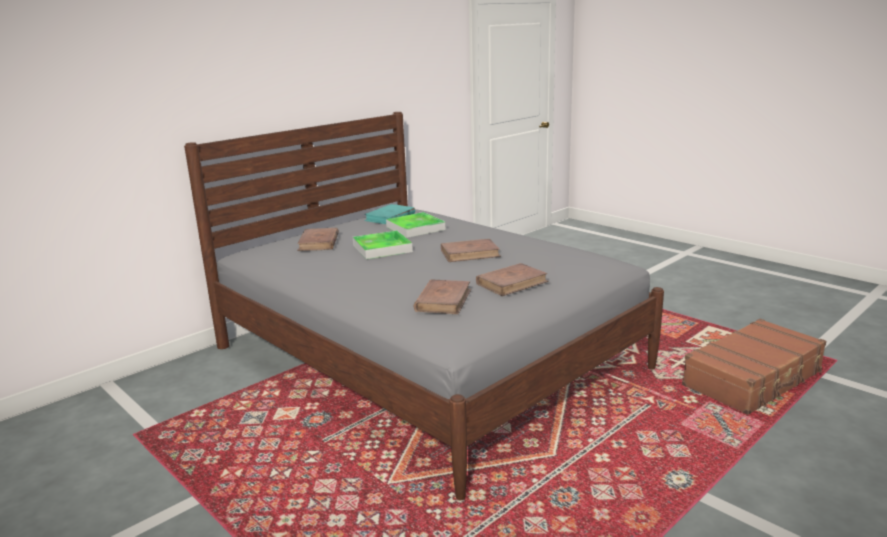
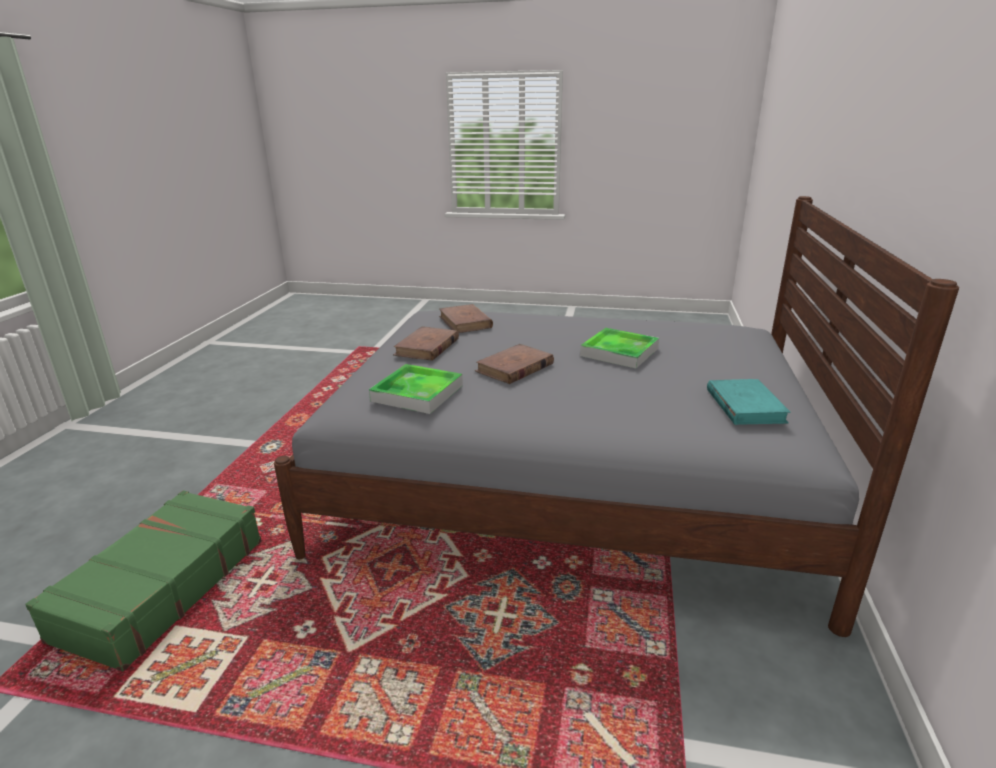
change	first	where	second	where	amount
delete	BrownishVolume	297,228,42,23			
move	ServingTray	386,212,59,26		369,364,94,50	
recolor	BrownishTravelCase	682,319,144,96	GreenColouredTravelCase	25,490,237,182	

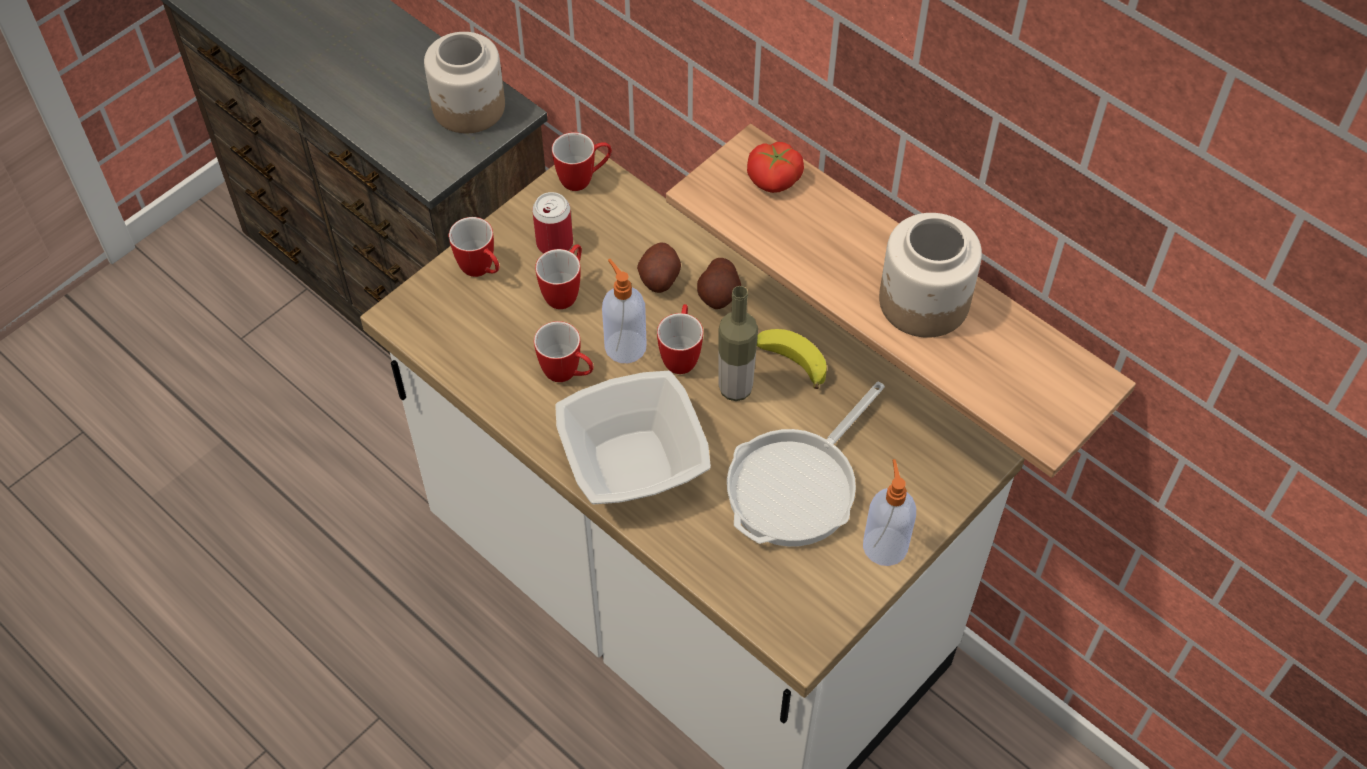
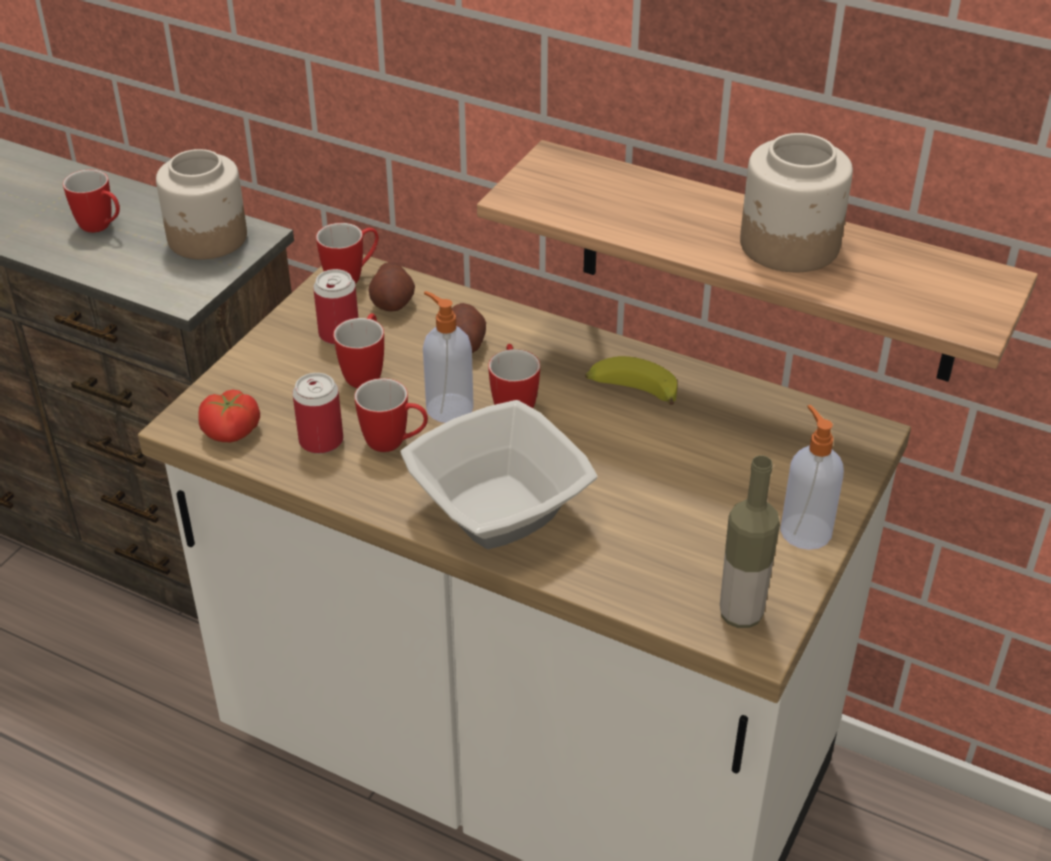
change	first	where	second	where	amount
delete	Pan	727,382,158,165			
insert			MetalCan	292,373,51,81	
move	CoffeeMug	449,217,50,60		63,170,57,63	
move	WholePotato	697,258,44,51		369,262,46,49	
move	BeverageBottle	718,286,40,115		720,456,60,172	
move	Tomato	747,142,57,51		198,389,62,53	

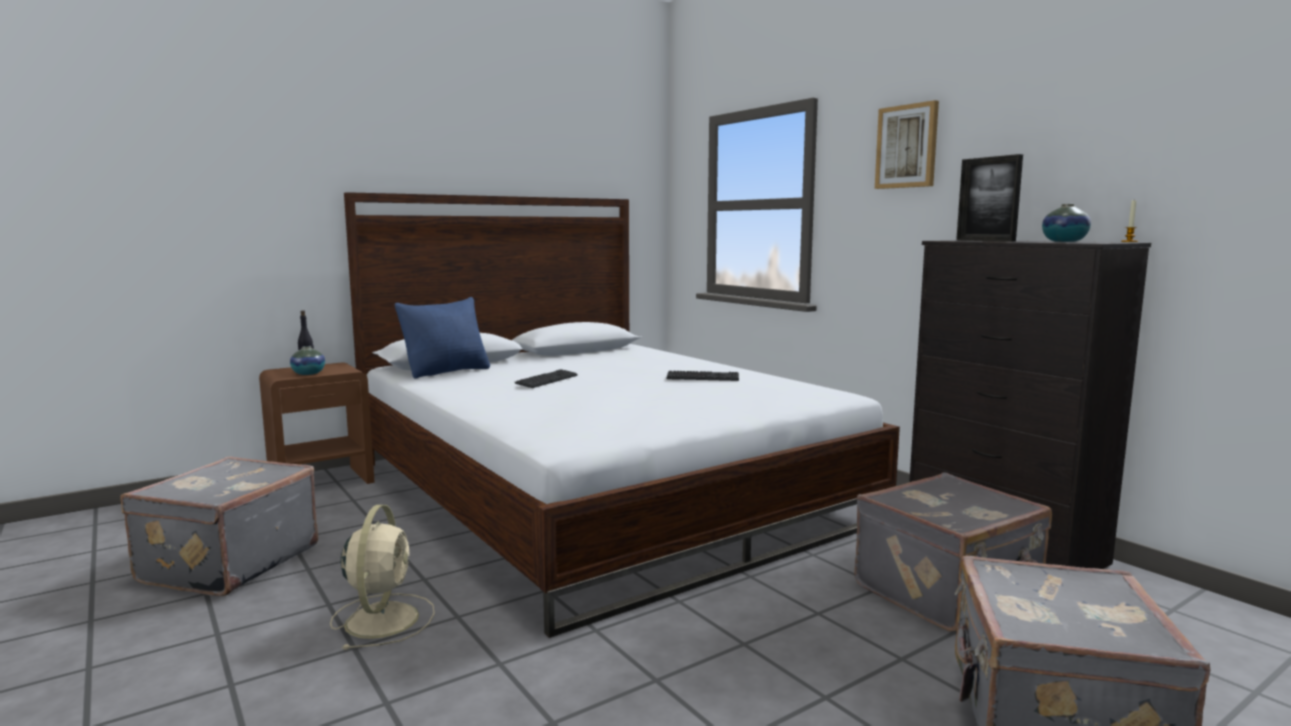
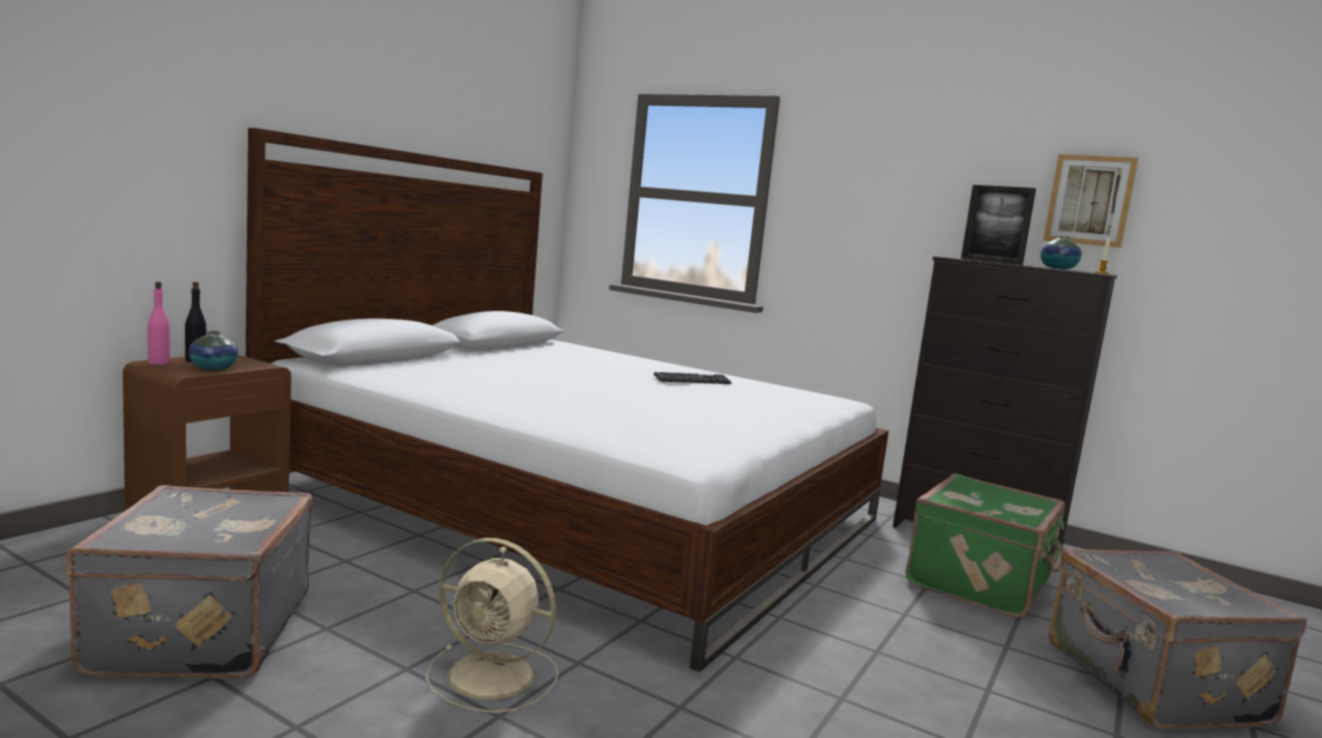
change	first	where	second	where	amount
delete	BlueCushion	394,297,96,82			
delete	ComputerKeyboard	515,369,63,19			
insert			PinkishBeverageBottle	148,282,22,83	
move	Picture	875,100,64,89		1043,154,95,93	
recolor	GreyTravelCase	854,472,198,160	GreenColouredTravelCase	906,473,159,145	
rotate	BeigeCoolingFan	330,505,105,145		426,538,132,175	135 degrees clockwise

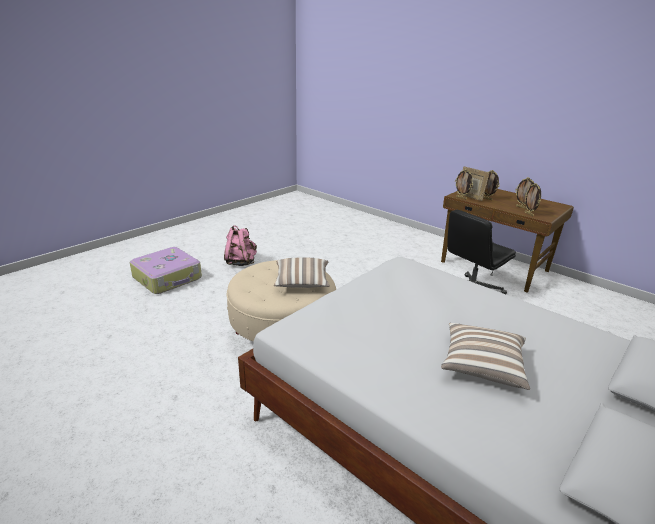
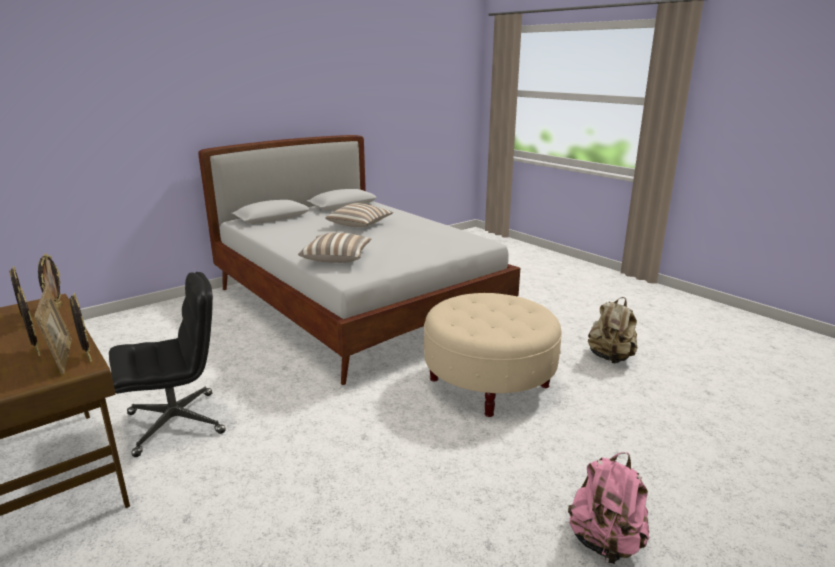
change	first	where	second	where	amount
delete	TravelCase	130,247,72,47			
insert			BeigeRucksack	588,297,50,67	
move	Cushion	274,258,56,30		298,233,73,30	

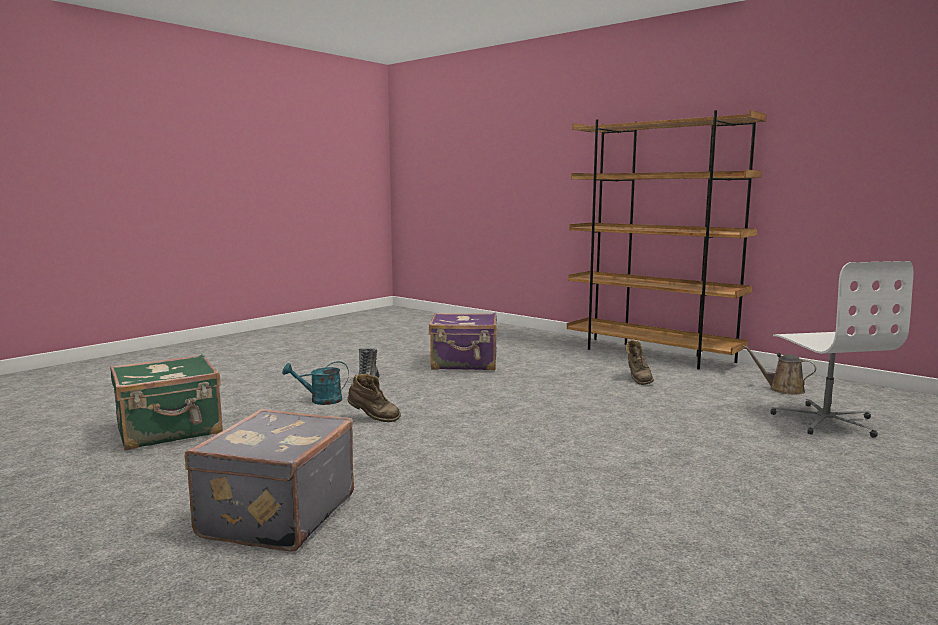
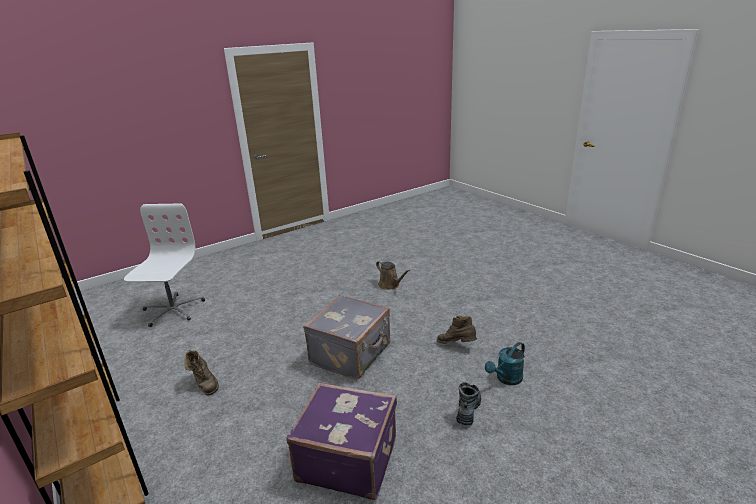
change	first	where	second	where	amount
delete	GreenColouredTravelCase	110,354,113,96			
move	GreyTravelCase	185,409,169,143		303,295,87,85	
move	BrownishSprinklingCan	743,345,74,50		376,260,34,30	
rotate	BlueGreenSprinklingCan	282,361,67,44		485,342,40,43	135 degrees clockwise
rotate	BrownishTallBoot	625,340,29,45		184,350,35,46	135 degrees clockwise

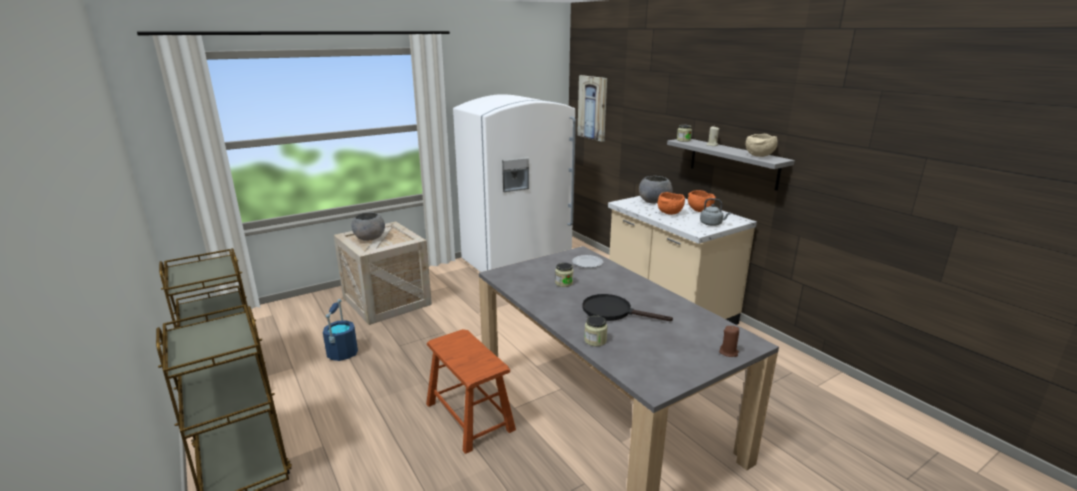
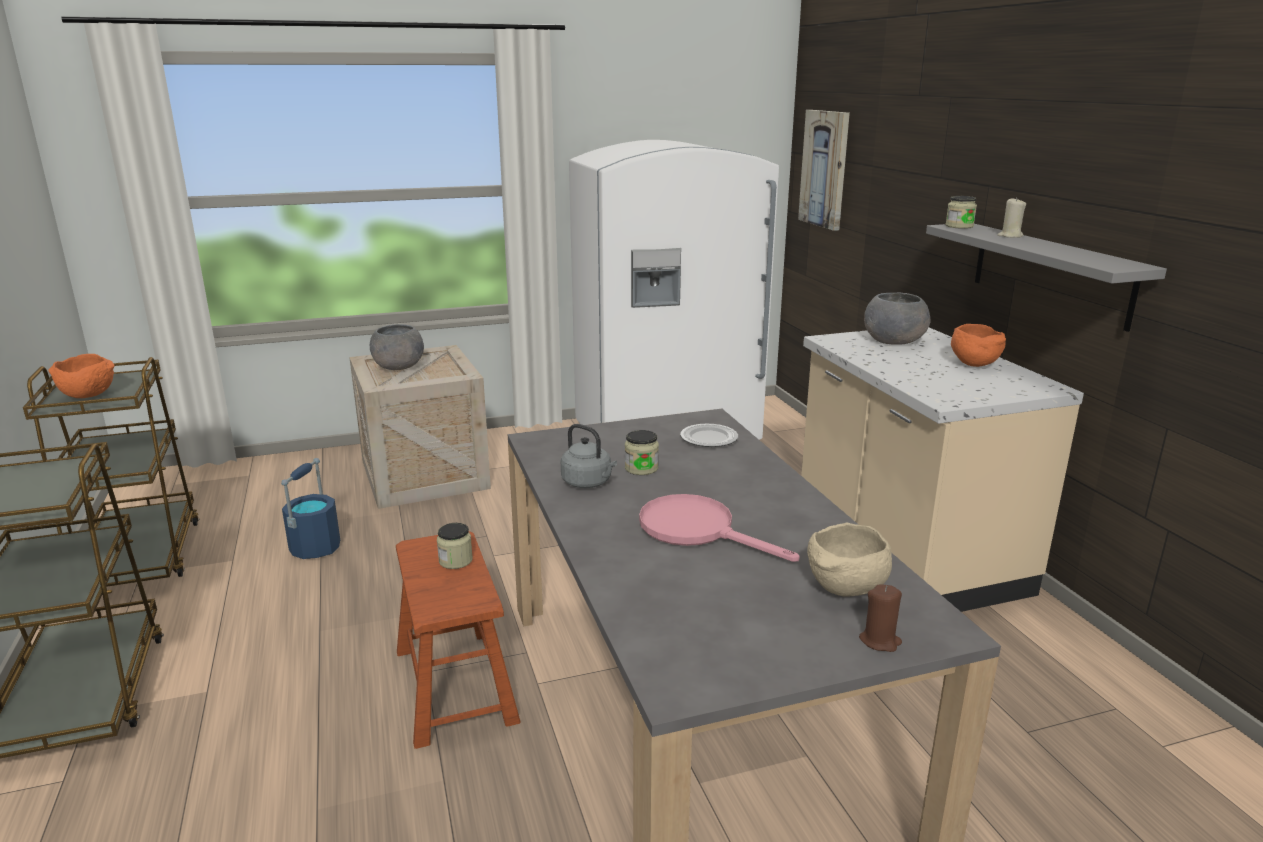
change	first	where	second	where	amount
move	Jar	584,315,24,31		437,523,36,46	
move	OrangeyBowl	657,192,28,23		48,354,67,44	
move	GreyTeaKettle	700,198,31,28		561,424,56,64	
move	BeigeBowl	746,134,32,23		807,522,85,75	
recolor	BlackishPan	582,294,91,27	PinkishPan	639,494,161,68	

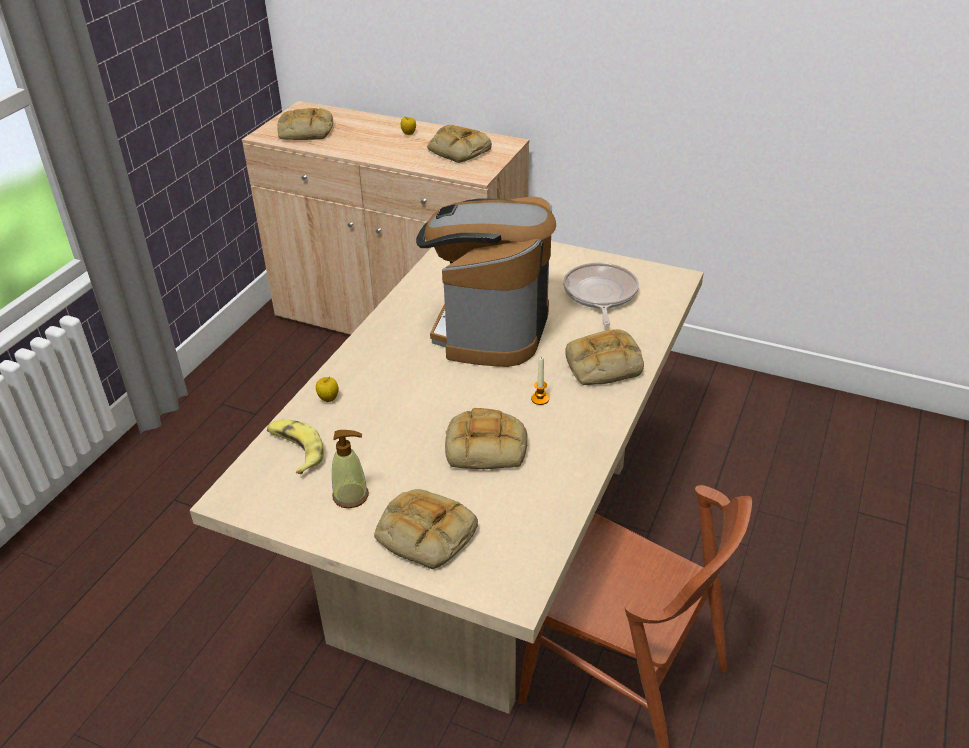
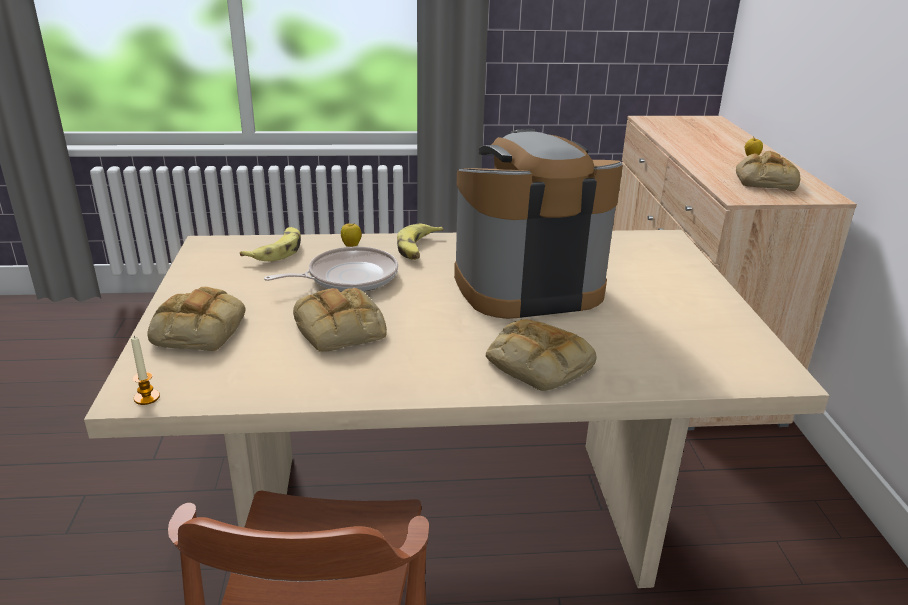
change	first	where	second	where	amount
delete	BakeryBread	277,108,56,32			
delete	LiquidSoapBottle	332,430,37,78			
insert			WholeBanana	397,224,47,36	
move	Candle	531,357,18,48		131,336,29,69	
move	Pan	563,263,76,62		264,247,134,45	

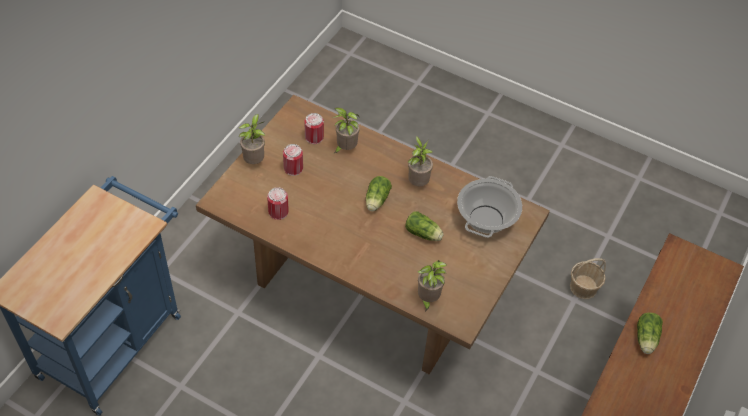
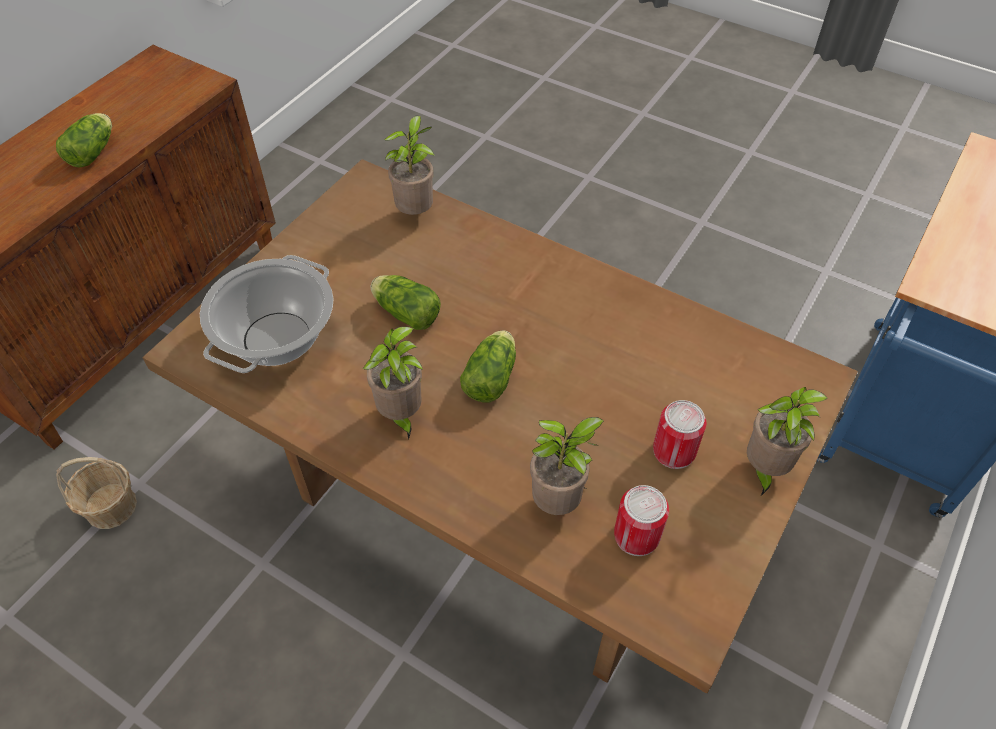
change	first	where	second	where	amount
delete	MetalCan	267,187,22,33			

